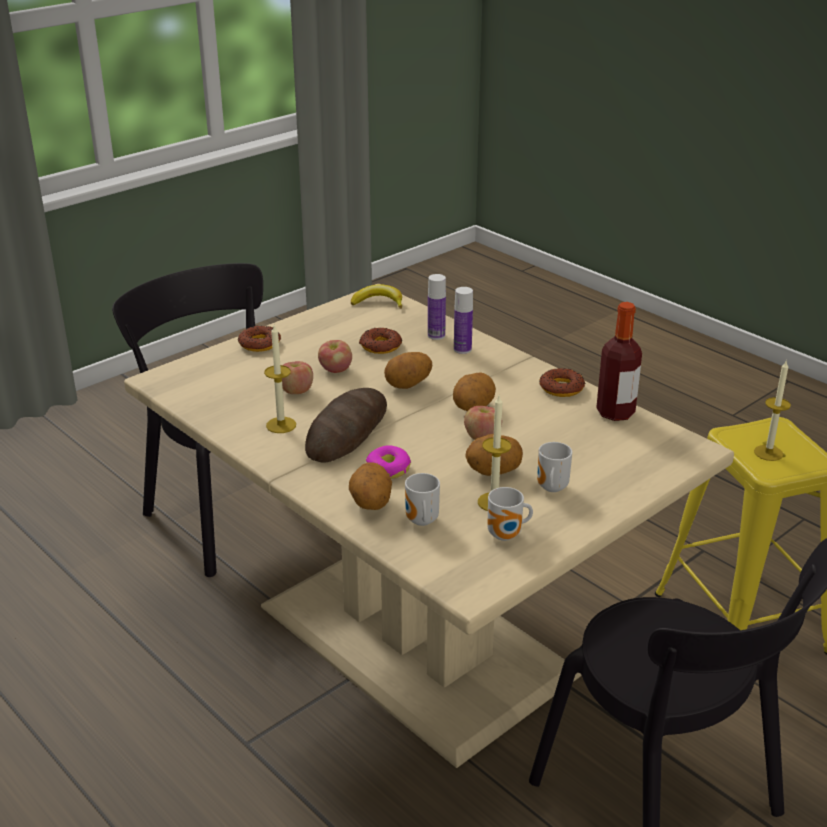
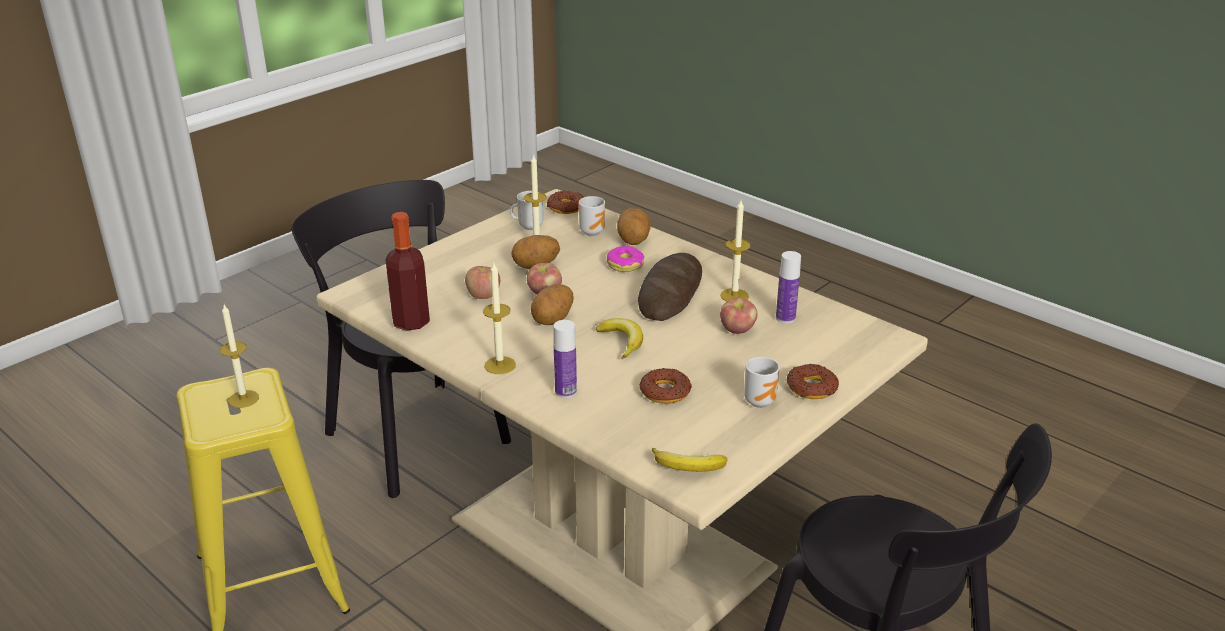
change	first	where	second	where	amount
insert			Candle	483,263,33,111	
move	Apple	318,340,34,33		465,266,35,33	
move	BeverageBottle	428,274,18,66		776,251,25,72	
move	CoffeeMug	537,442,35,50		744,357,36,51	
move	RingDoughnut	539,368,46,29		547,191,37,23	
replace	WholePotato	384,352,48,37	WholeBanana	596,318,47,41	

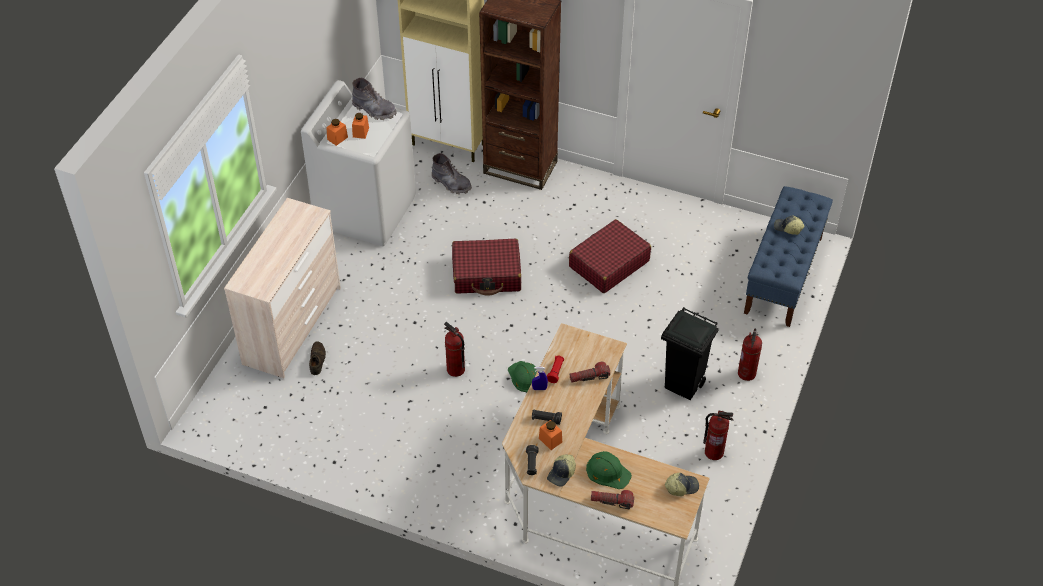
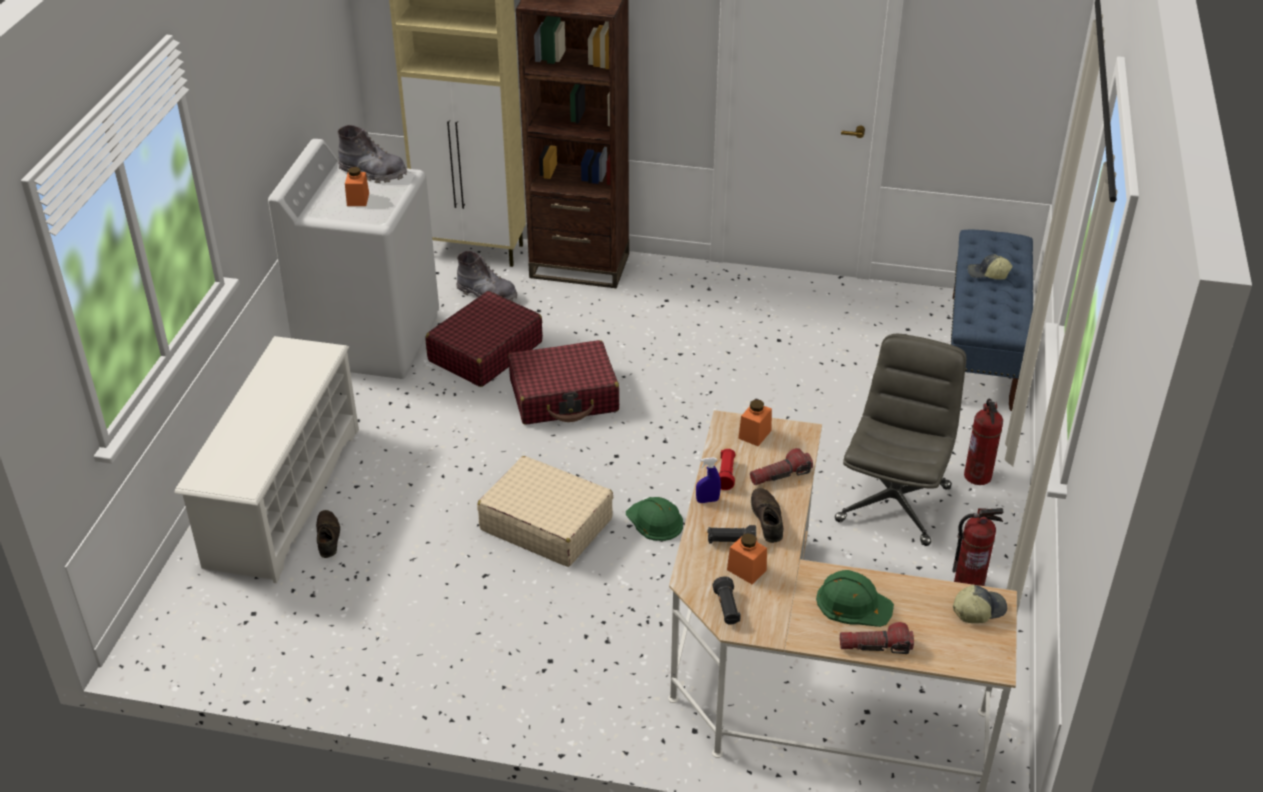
change	first	where	second	where	amount
delete	PeakedCap	547,454,29,33			
insert			BrownishItemOfFootwear	751,488,32,55	
move	OrangeyJar	326,119,22,27		738,400,34,46	
move	RedColouredTravelCase	569,219,82,74		426,291,117,96	
replace	BeigeDrawerChest	224,198,117,180	WhiteShoeShelf	174,336,185,247	
replace	Extinguisher	444,322,21,55	BeigeTravelCase	477,456,136,111	
replace	BlackishRubbishBin	661,307,58,93	GreyDeskChair	835,334,131,212	

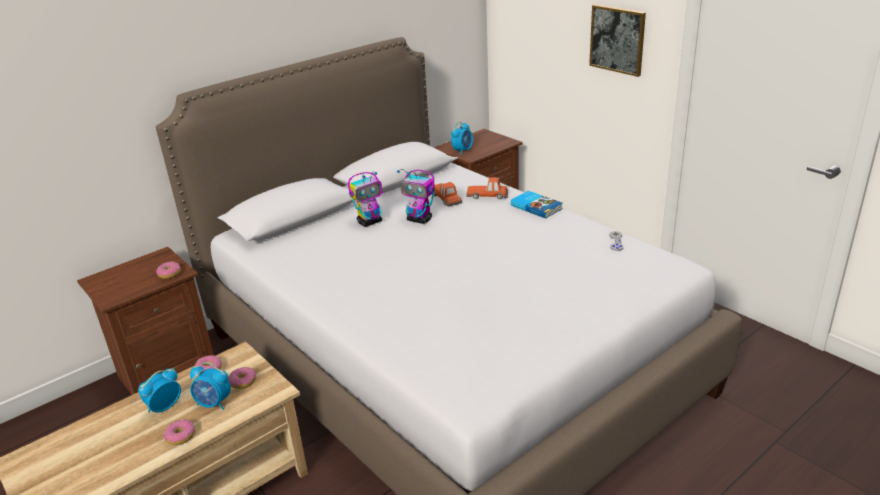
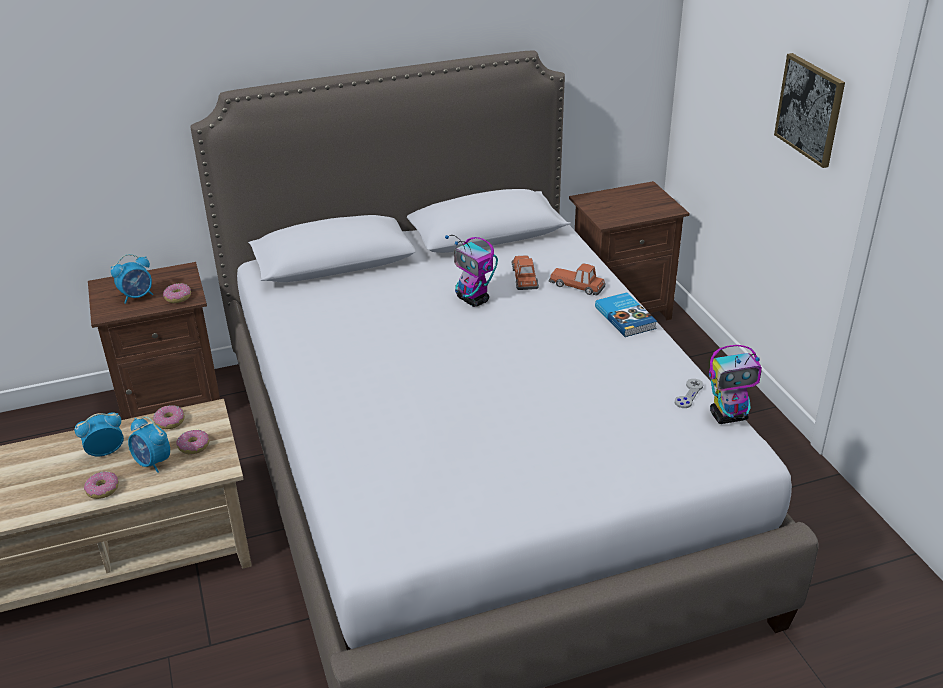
change	first	where	second	where	amount
move	ModelRobot	348,171,35,56		709,345,53,79	
move	AlarmClock	451,122,22,33		111,254,42,50	

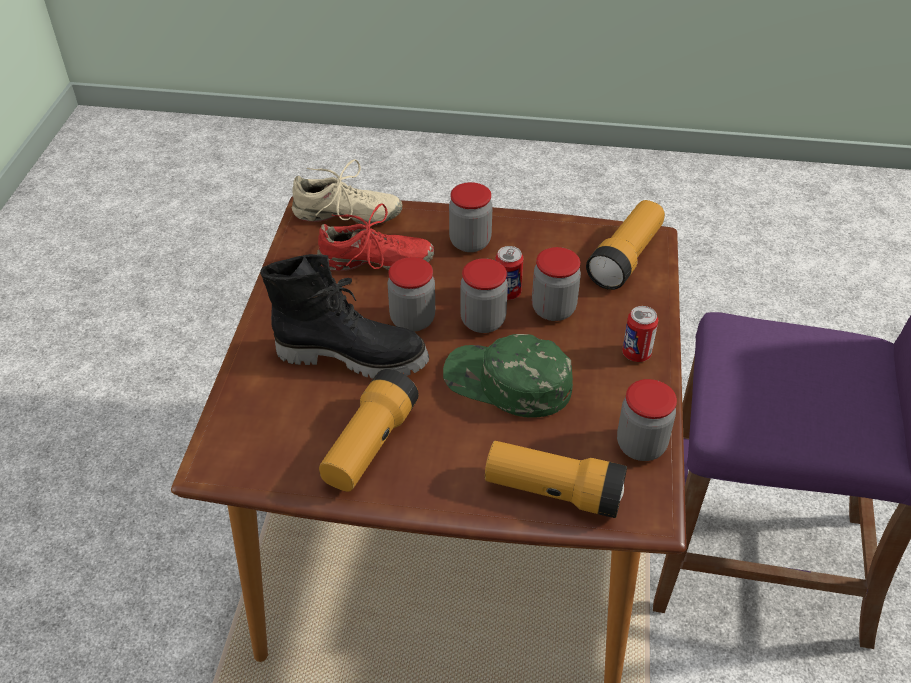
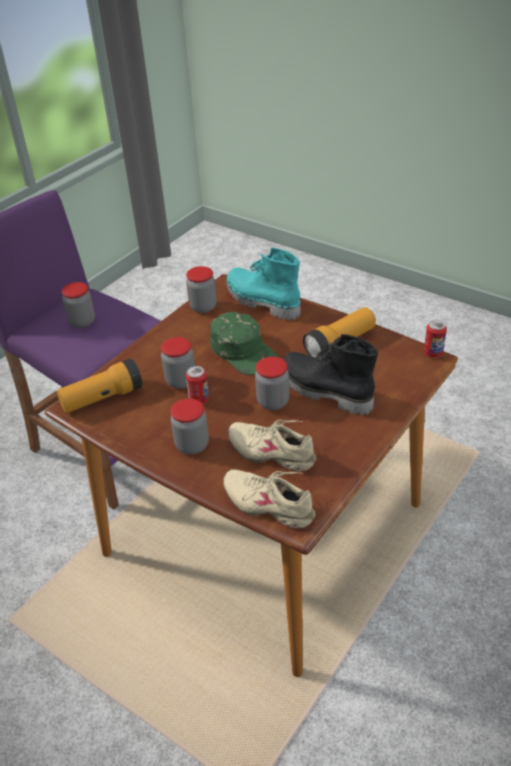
change	first	where	second	where	amount
move	Jar	460,258,48,75		61,282,34,46	
move	MetalCan	622,306,36,56		424,320,23,37	
replace	Torch	485,441,142,77	BlueGreenTallBoot	226,247,75,73	
recolor	RedColouredItemOfFootwear	317,203,117,68	BeigeItemOfFootwear	228,420,88,51	

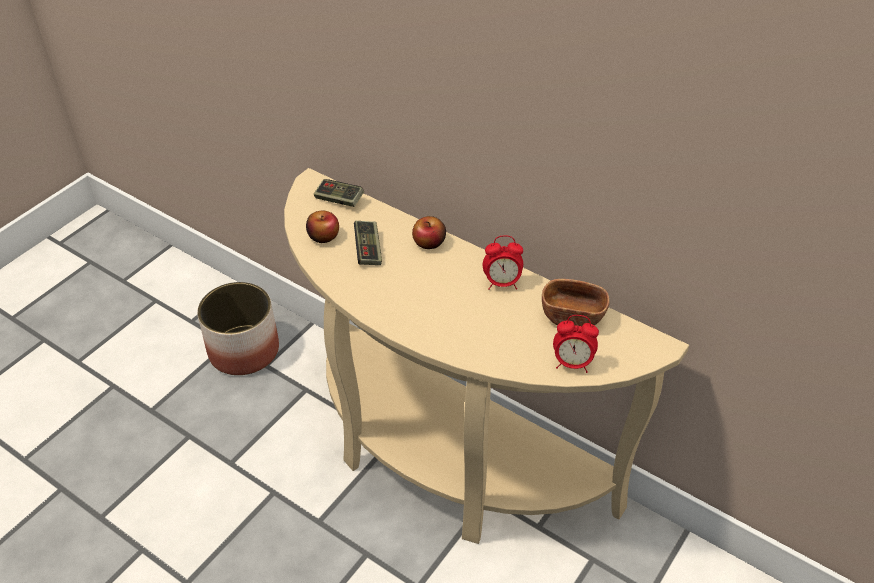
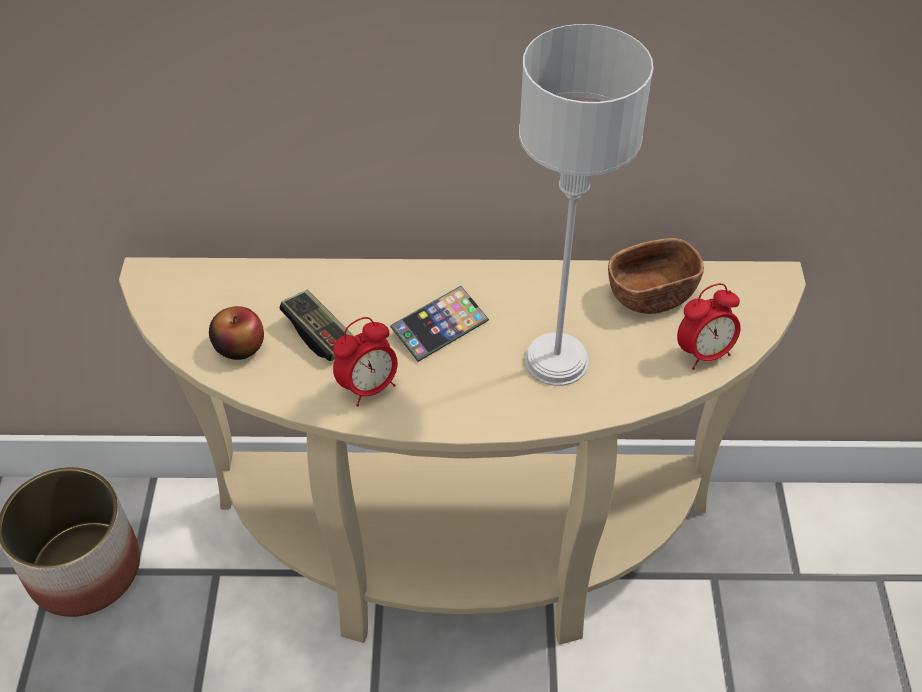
change	first	where	second	where	amount
delete	GameController	314,179,50,28			
delete	Apple	412,216,34,33			
insert			Telephone	390,286,99,76	
insert			GreyTableLamp	519,24,134,362	
move	AlarmClock	483,235,40,55		333,317,65,89	

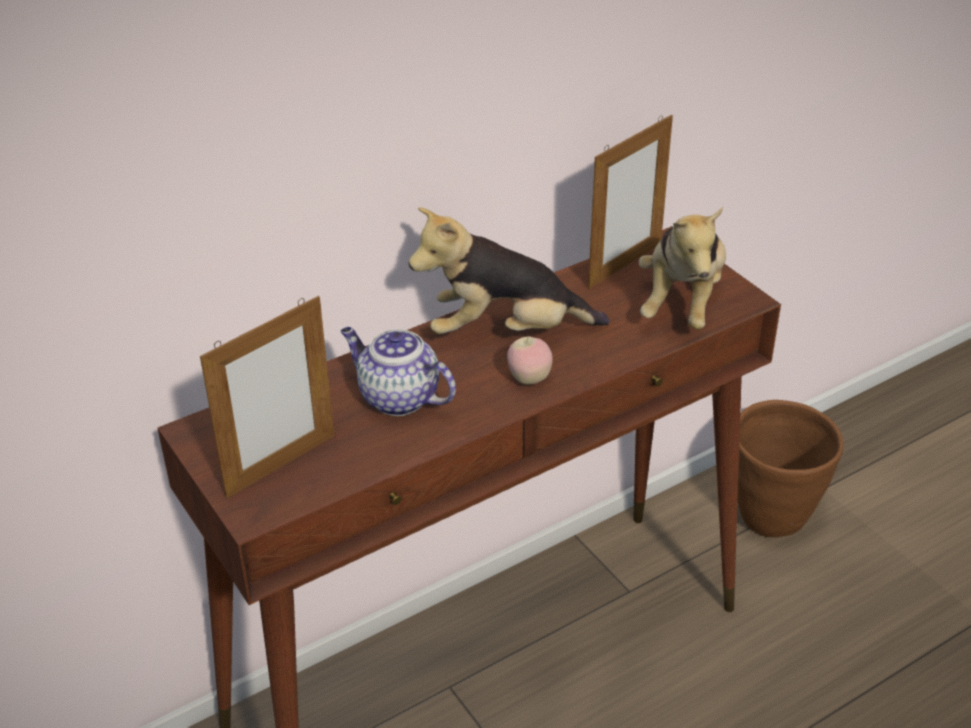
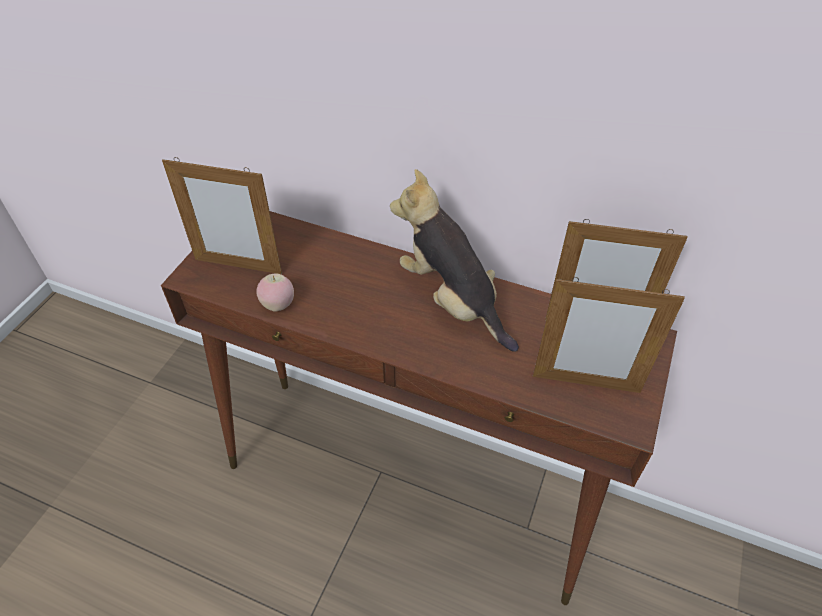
change	first	where	second	where	amount
delete	Teapot	340,327,116,89			
delete	BrownishPlantPot	738,400,105,137			
move	Apple	507,337,46,48		256,273,38,39	
replace	PlushToy	639,207,87,123	PhotoFrame	533,277,152,116	

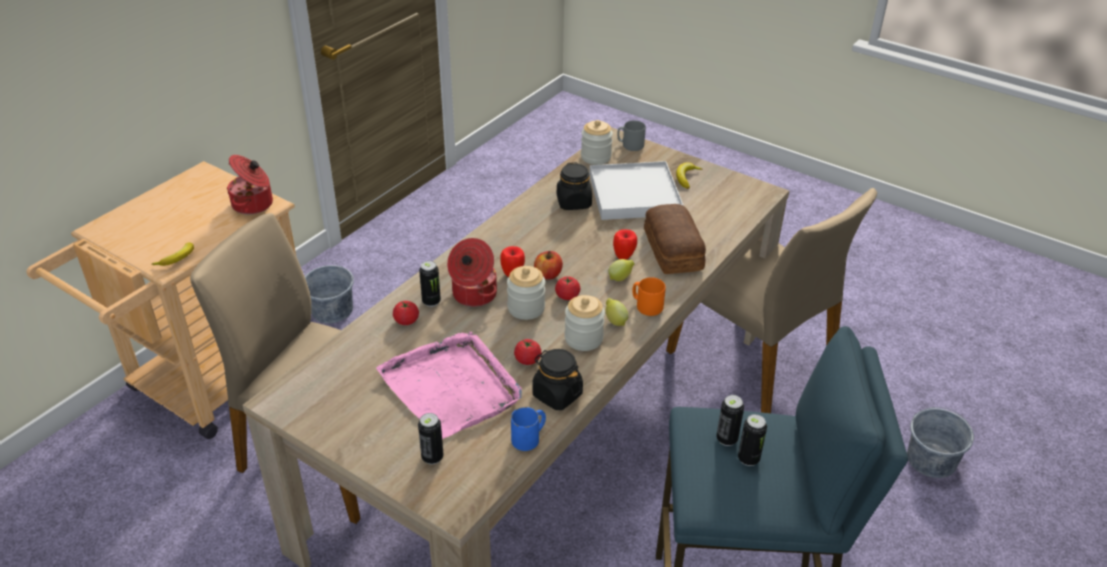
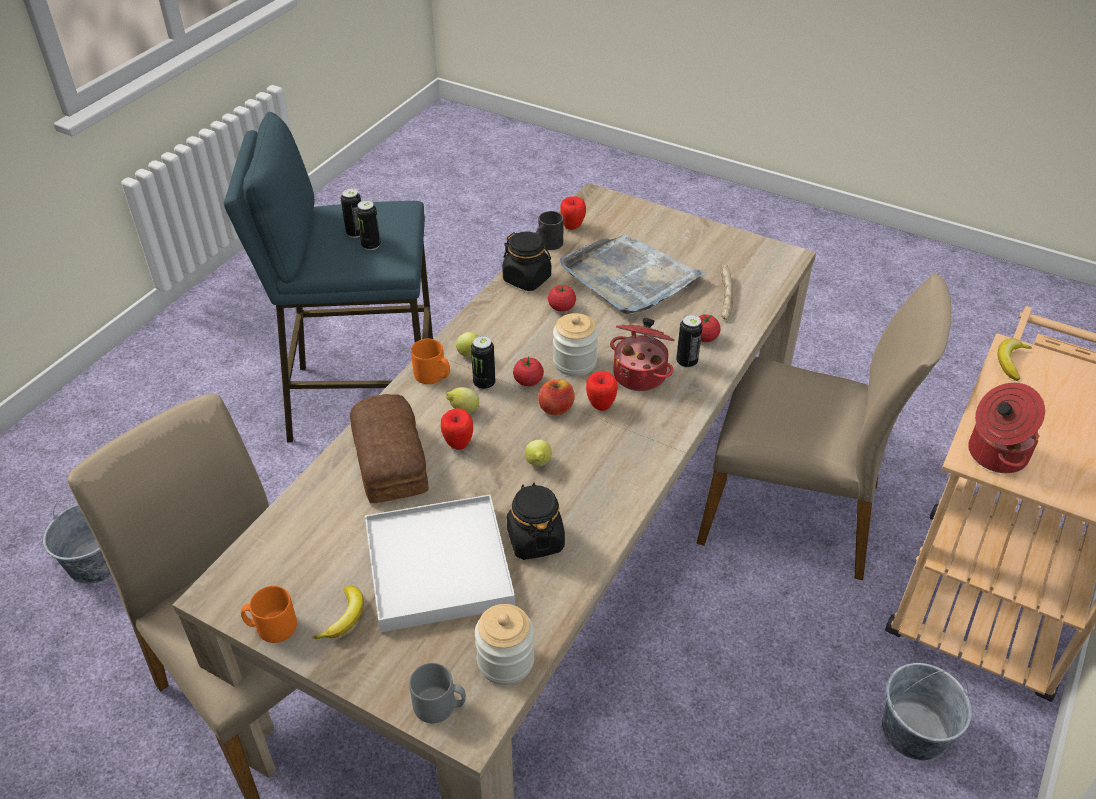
change	first	where	second	where	amount
delete	Jar	564,295,41,56			
insert			OrangeyCoffeeMug	241,586,56,57	
insert			WholeLemon	525,440,27,26	
insert			Apple	560,196,26,34	
insert			BakeryBread	721,264,12,56	
move	MetalCan	418,413,25,51		471,336,25,54	
recolor	PinkishServingTray	376,332,146,107	GreyServingTray	560,234,148,80	
recolor	BlueCoffeeMug	511,407,35,44	BlackishCoffeeMug	535,211,29,39	

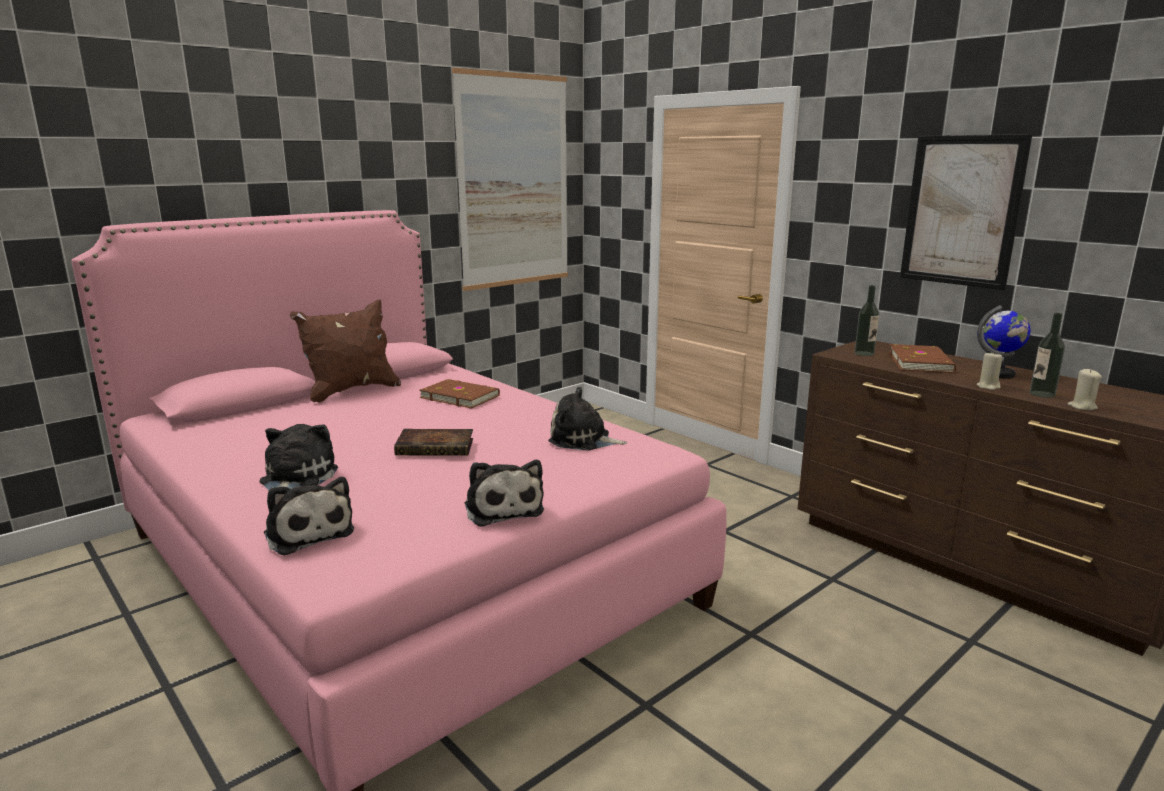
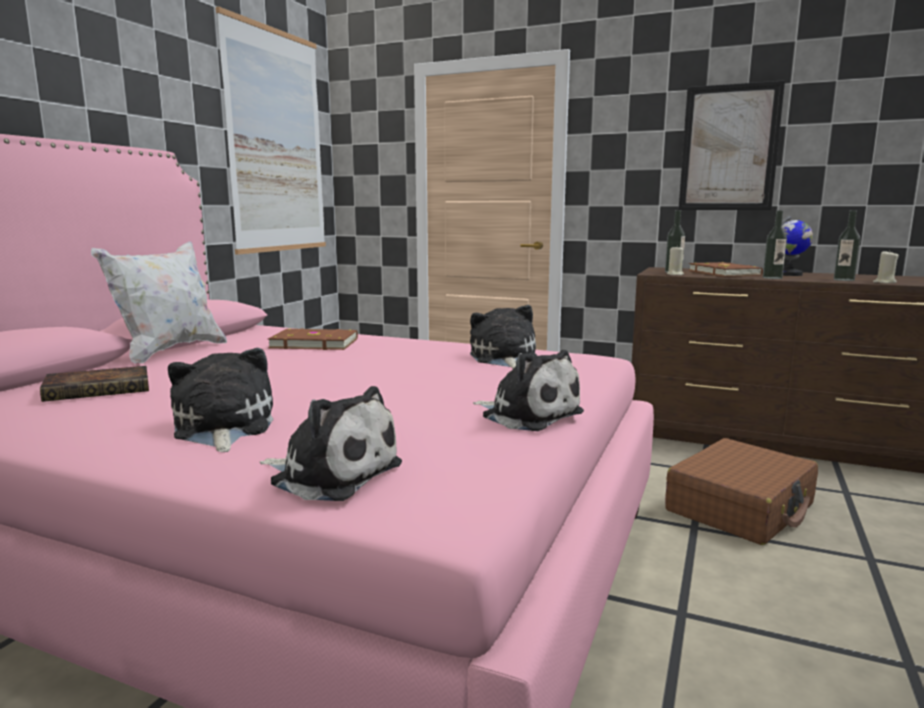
change	first	where	second	where	amount
insert			BrownishTravelCase	665,438,153,107	
insert			BeverageBottle	763,210,24,69	
move	Volume	394,429,79,27		40,366,109,36	
move	BeigeCandle	977,351,26,39		667,245,17,31	
recolor	BrownishCushion	290,300,111,103	WhiteCushion	91,242,136,122	
rotate	PlushToy	548,387,79,64		470,305,67,64	90 degrees clockwise

